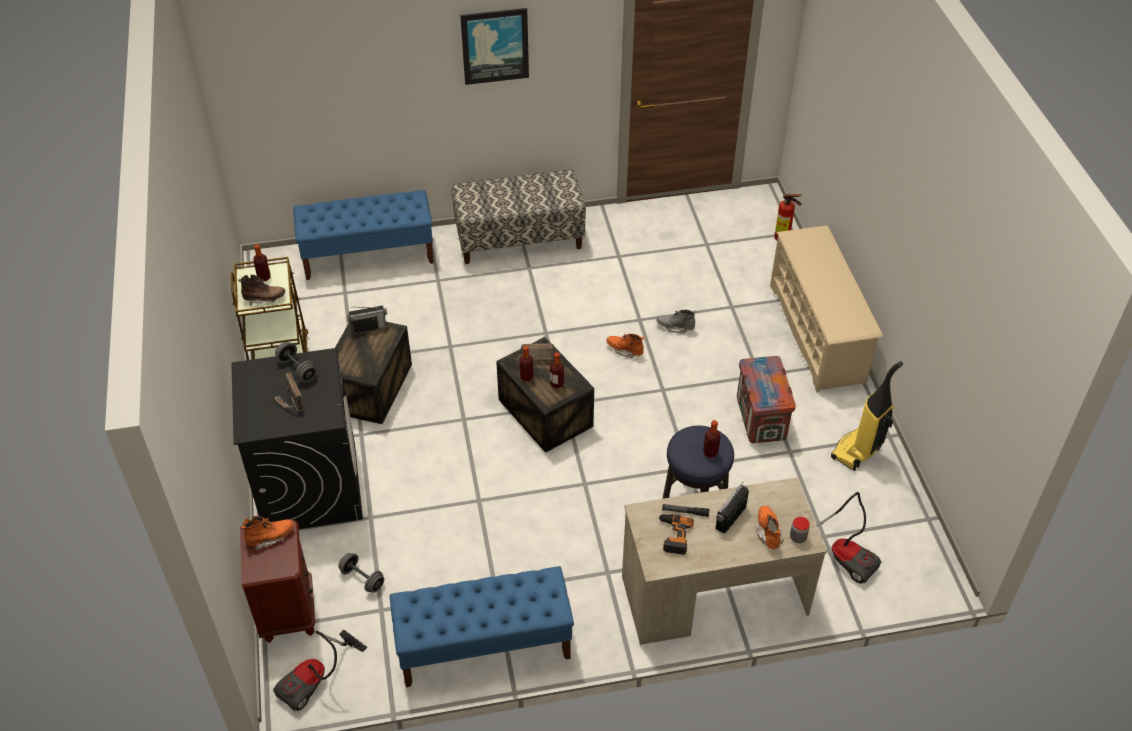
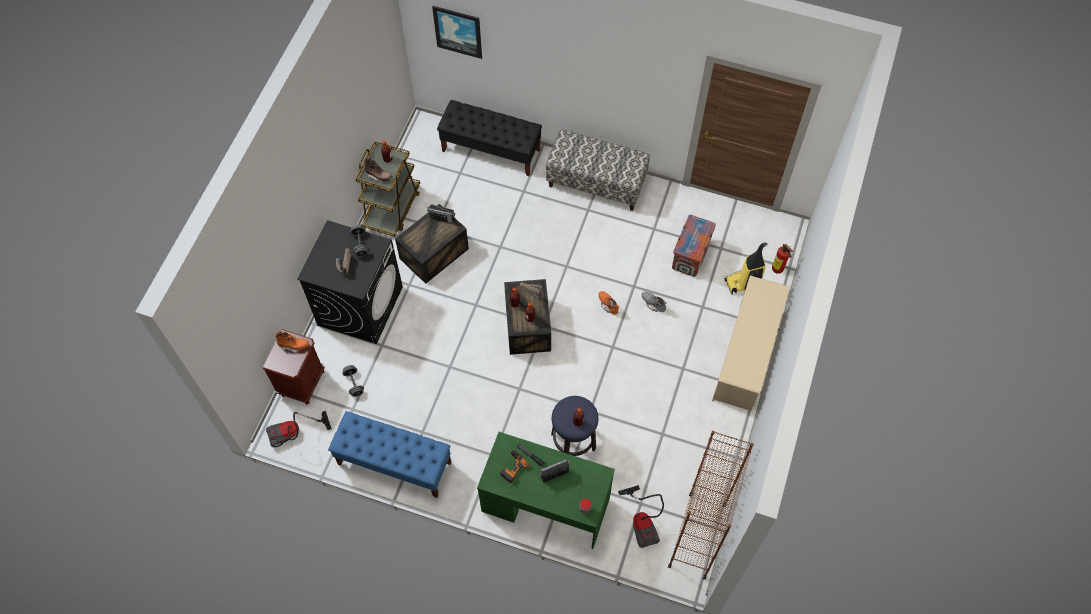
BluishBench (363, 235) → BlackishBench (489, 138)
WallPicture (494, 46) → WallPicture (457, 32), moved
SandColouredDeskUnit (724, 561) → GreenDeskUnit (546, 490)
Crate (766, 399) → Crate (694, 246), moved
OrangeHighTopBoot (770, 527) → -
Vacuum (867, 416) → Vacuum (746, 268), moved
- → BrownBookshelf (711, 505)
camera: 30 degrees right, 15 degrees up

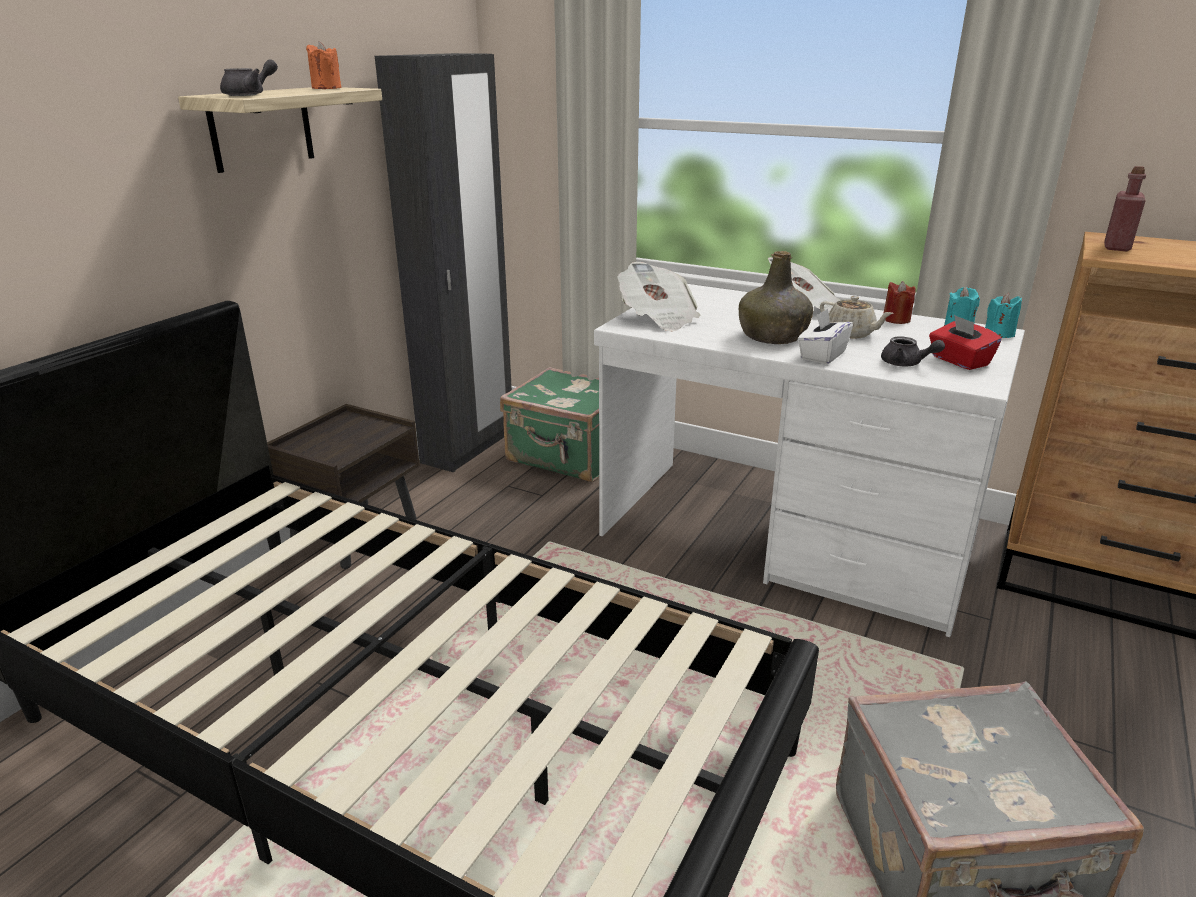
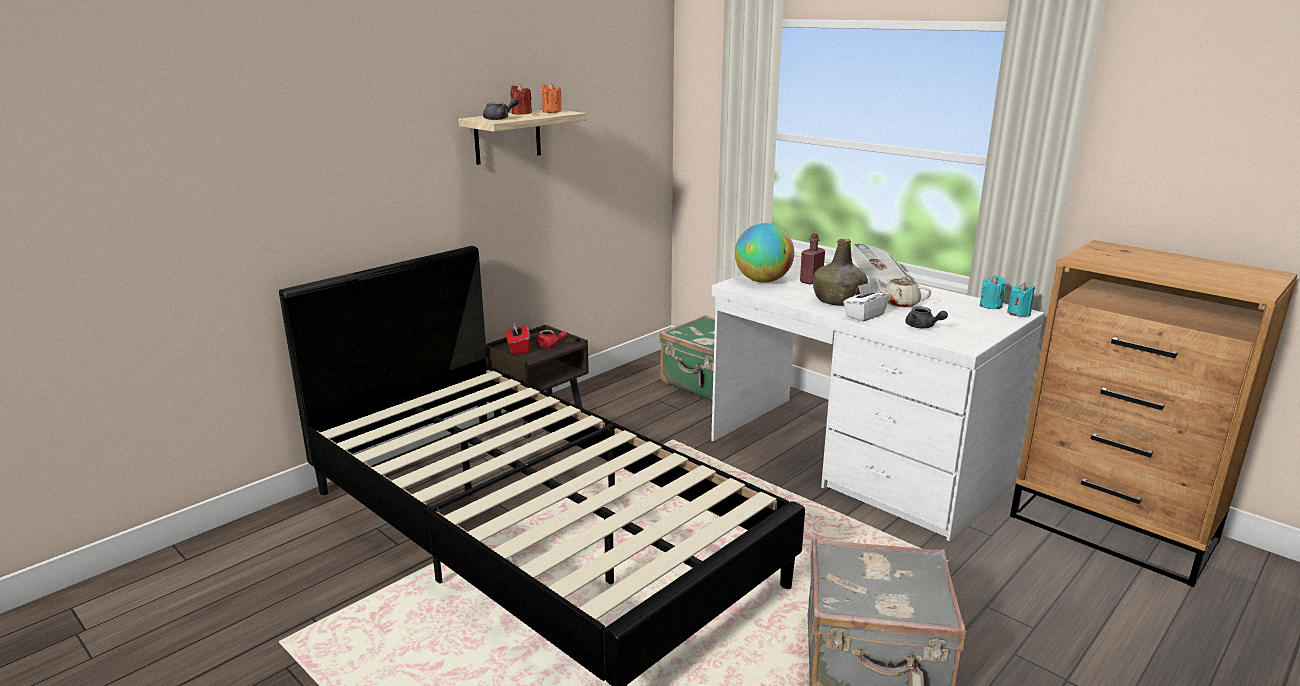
BlackishArmoire (443, 263) → -
PrintedPaper (659, 297) → Globe (764, 253)
SandColouredTeaPot (857, 317) → SandColouredTeaPot (902, 291), 150 degrees clockwise
ReddishWaxLight (899, 302) → ReddishWaxLight (521, 99), moved
ReddishBoxOfTissues (965, 342) → ReddishBoxOfTissues (518, 338), moved
ReddishBottle (1125, 208) → ReddishBottle (812, 259), moved
- → ReddishTeaPot (551, 338)
camera: 15 degrees right, 5 degrees down

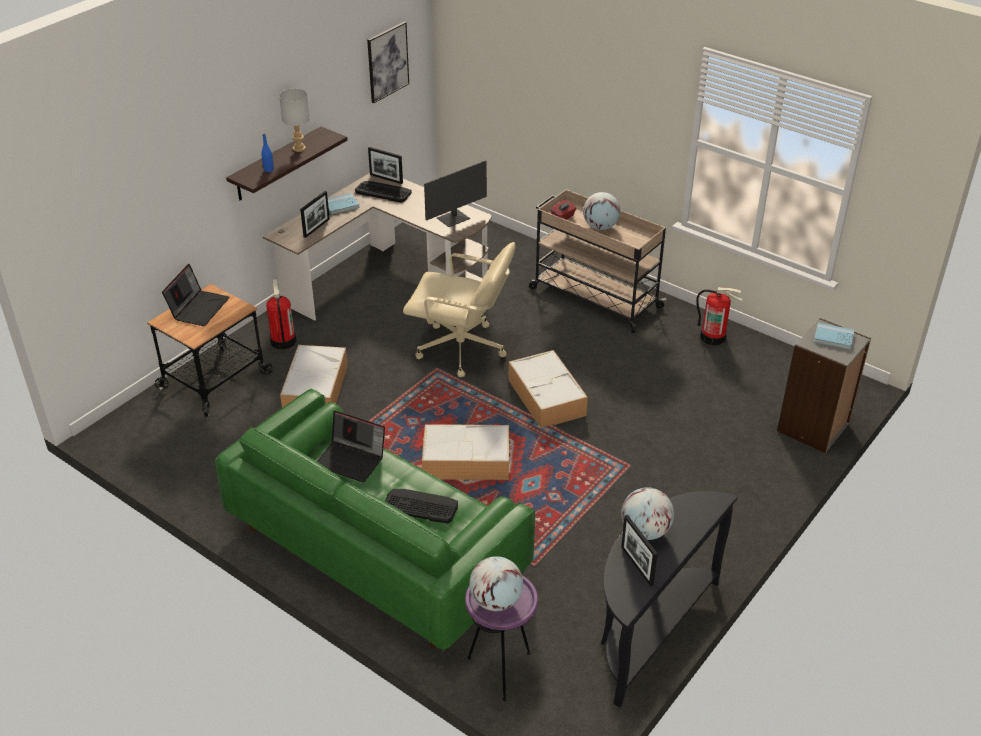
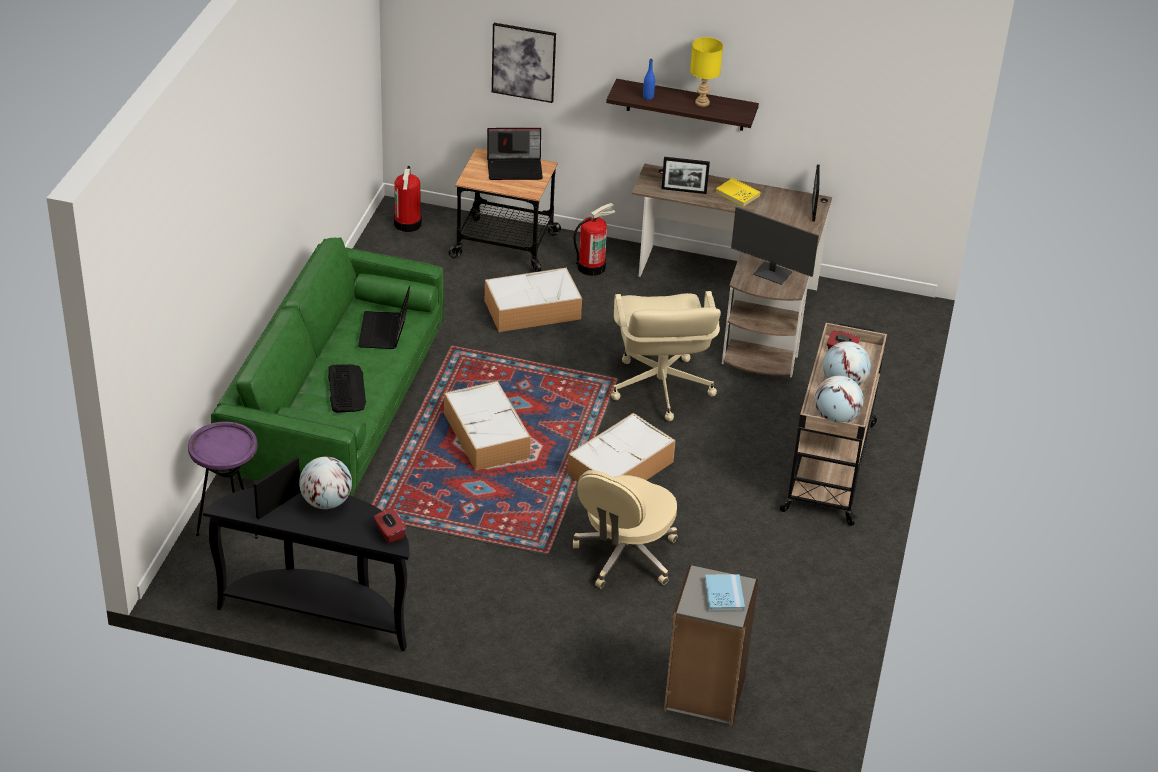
GreyishLampForATable (294, 120) → YellowishLampForATable (706, 72)
BluishVolume (344, 204) → YellowishVolume (737, 192)
Keyboard (383, 192) → -
WallPicture (388, 62) → WallPicture (524, 63), moved
Globe (496, 583) → Globe (839, 399), moved
Extinguisher (719, 316) → Extinguisher (408, 199), moved
- → ReddishBoxOfTissues (390, 525)
- → SandColouredComputerChair (625, 529)
camera: 65 degrees right, 0 degrees up

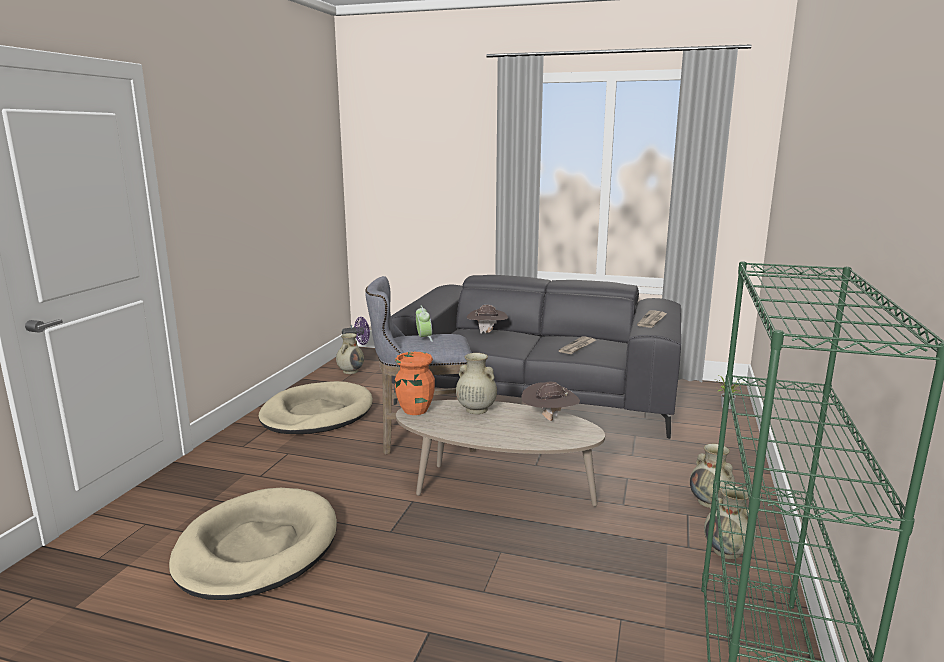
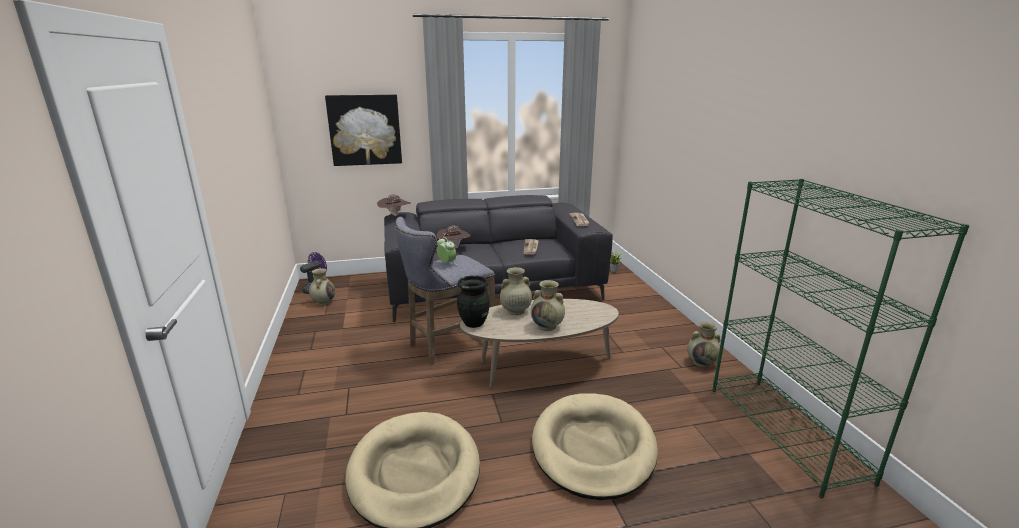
SandColouredDogCushion (316, 407) → SandColouredDogCushion (595, 447), moved
OrangeFlowerVase (415, 383) → BlackishFlowerVase (473, 302)
BrownHat (550, 401) → BrownHat (394, 205), moved
SandColouredFlowerVase (713, 476) → SandColouredFlowerVase (548, 305), moved
- → WallPicture (363, 130)
camera: 30 degrees left, 5 degrees up

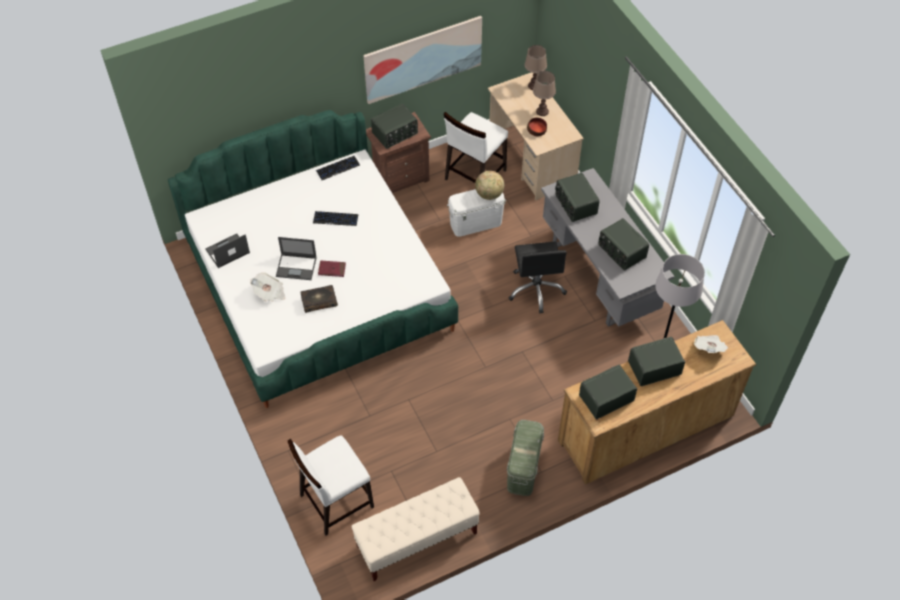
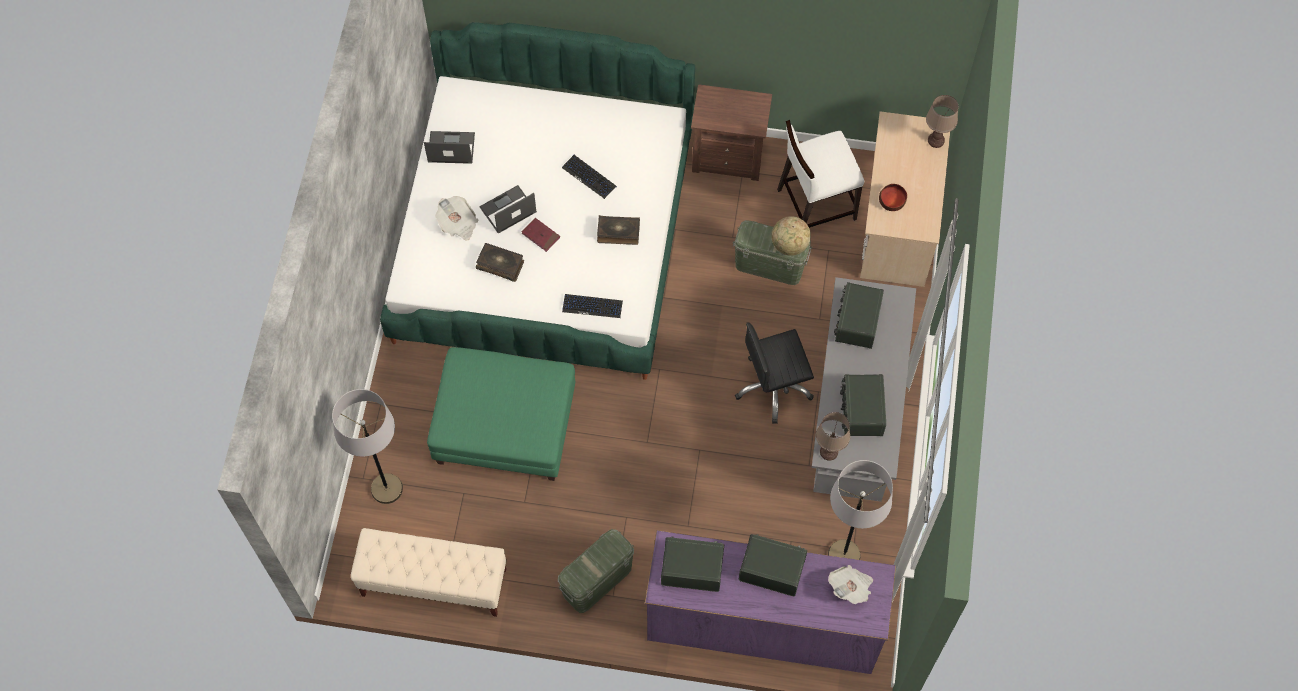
PortableComputer (296, 258) → PortableComputer (508, 209), 105 degrees clockwise
WhitishUprightChair (331, 485) → GreyishStandardLamp (367, 446)
Keyboard (338, 168) → Keyboard (592, 306), moved
WallPicture (422, 60) → -
RadioSet (394, 126) → -
WhitishStorageContainer (476, 213) → GreenStorageContainer (772, 252)
BlackishComputerChair (537, 277) → BlackishComputerChair (774, 373), 45 degrees clockwise
BrownLampForATable (544, 93) → BrownLampForATable (833, 436), moved
BrownChestOfDrawers (657, 402) → PurplishChestOfDrawers (770, 602)
- → GreenOttoman (501, 414)
- → Volume (618, 230)
camera: 35 degrees right, 10 degrees up

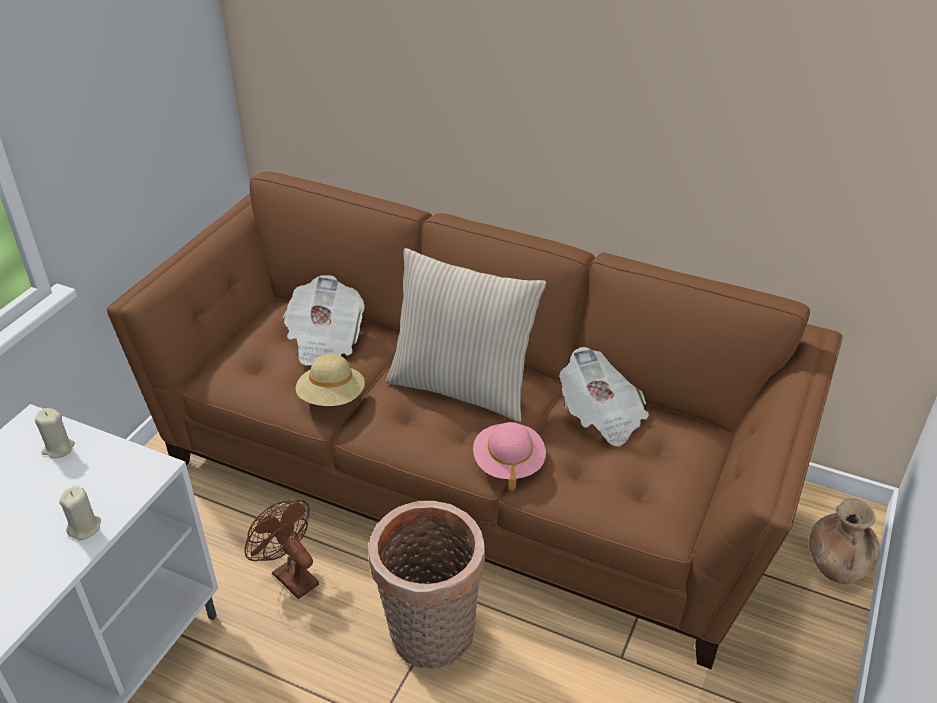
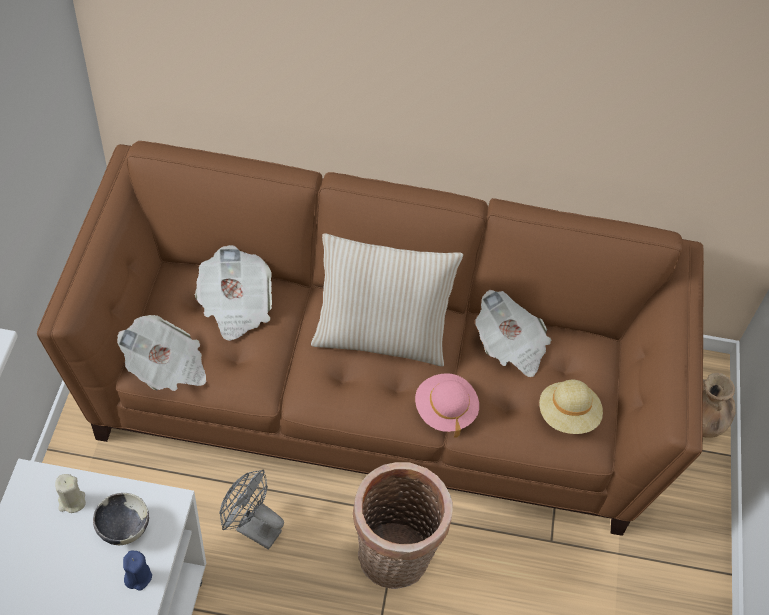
SandColouredWaxLight (80, 513) → BluishWaxLight (137, 570)
BrownFan (282, 549) → GreyishFan (251, 510)
SandColouredHat (330, 380) → SandColouredHat (571, 407), moved
- → DeepDish (121, 519)
- → PrintedPaper (162, 353)
camera: 20 degrees left, 15 degrees up

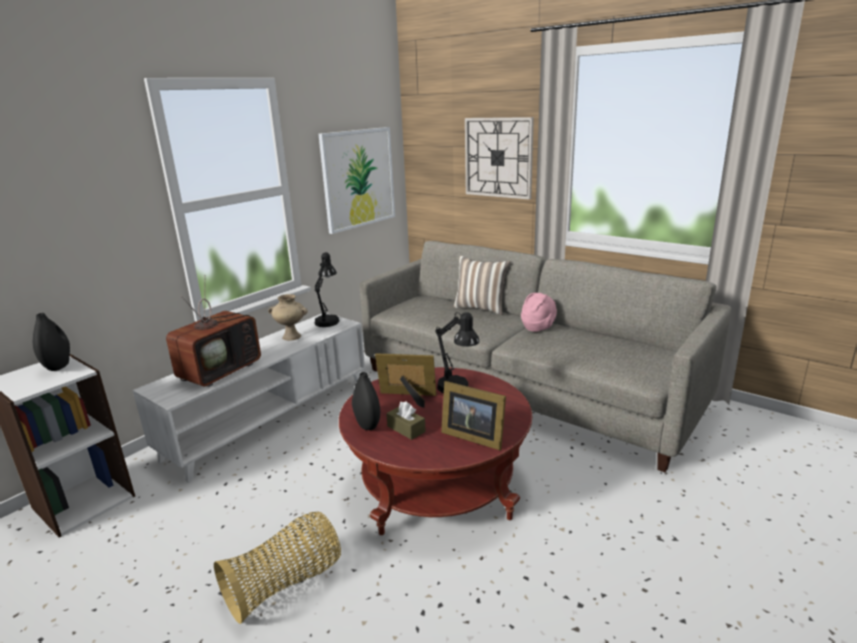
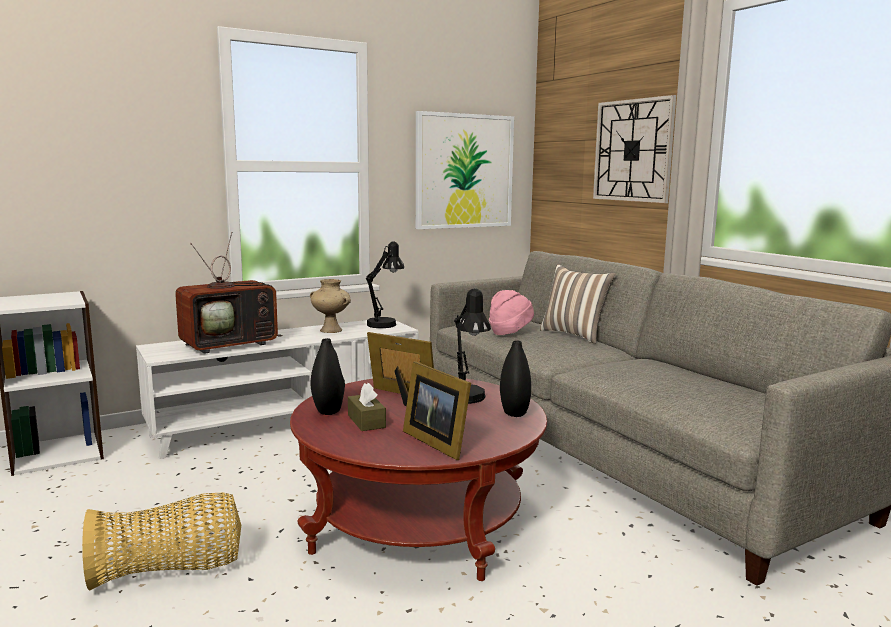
BlackishFlowerVase (51, 342) → BlackishFlowerVase (515, 378), moved
PinkishHat (539, 312) → PinkishHat (511, 312), moved
camera: 20 degrees right, 10 degrees down

